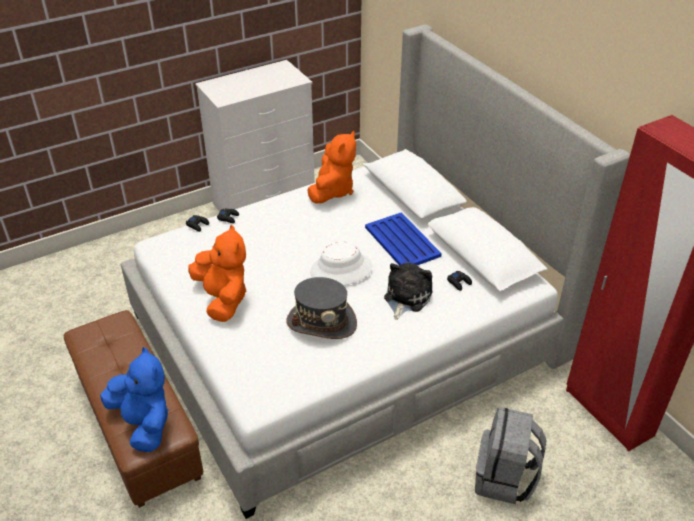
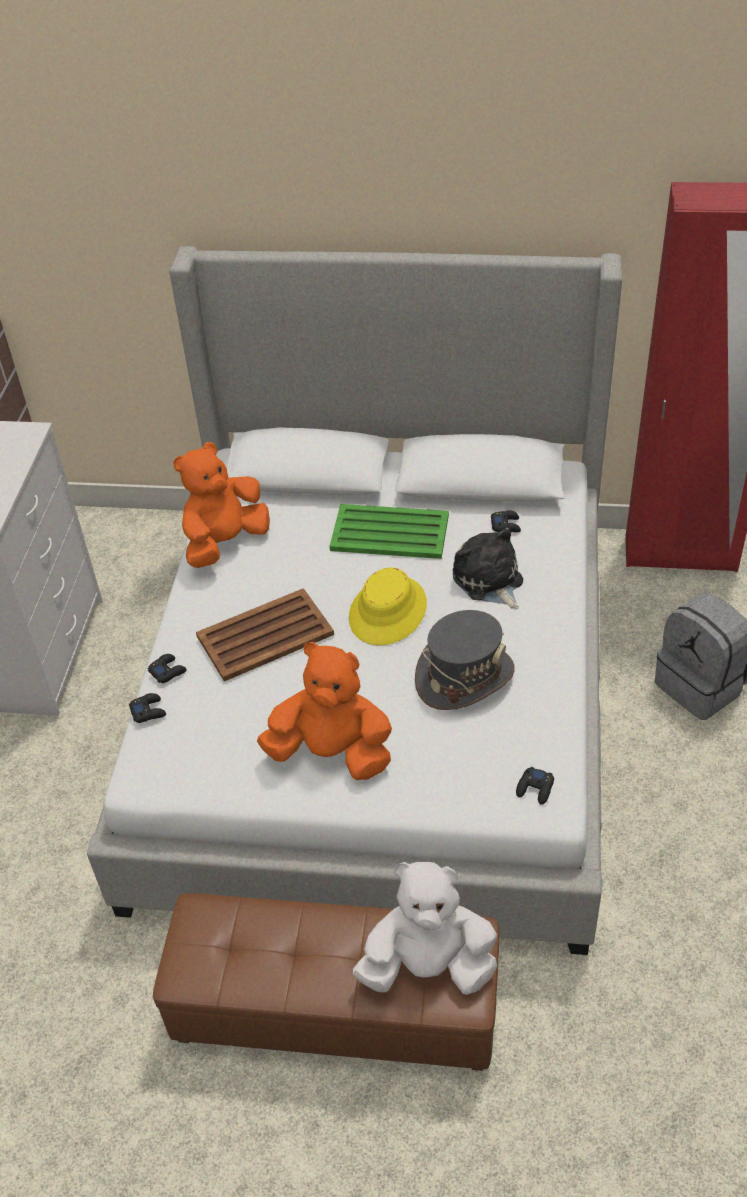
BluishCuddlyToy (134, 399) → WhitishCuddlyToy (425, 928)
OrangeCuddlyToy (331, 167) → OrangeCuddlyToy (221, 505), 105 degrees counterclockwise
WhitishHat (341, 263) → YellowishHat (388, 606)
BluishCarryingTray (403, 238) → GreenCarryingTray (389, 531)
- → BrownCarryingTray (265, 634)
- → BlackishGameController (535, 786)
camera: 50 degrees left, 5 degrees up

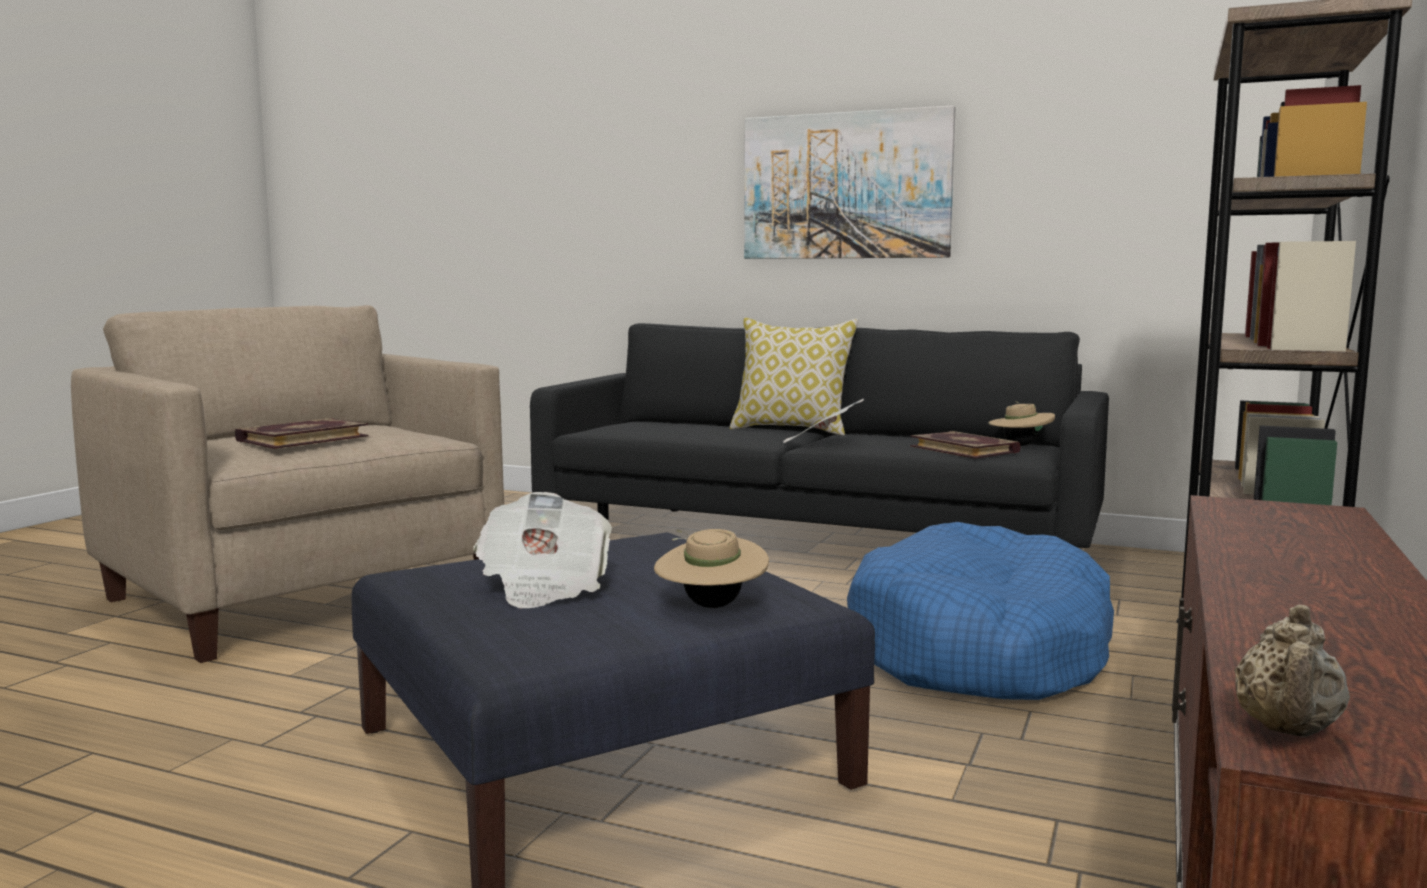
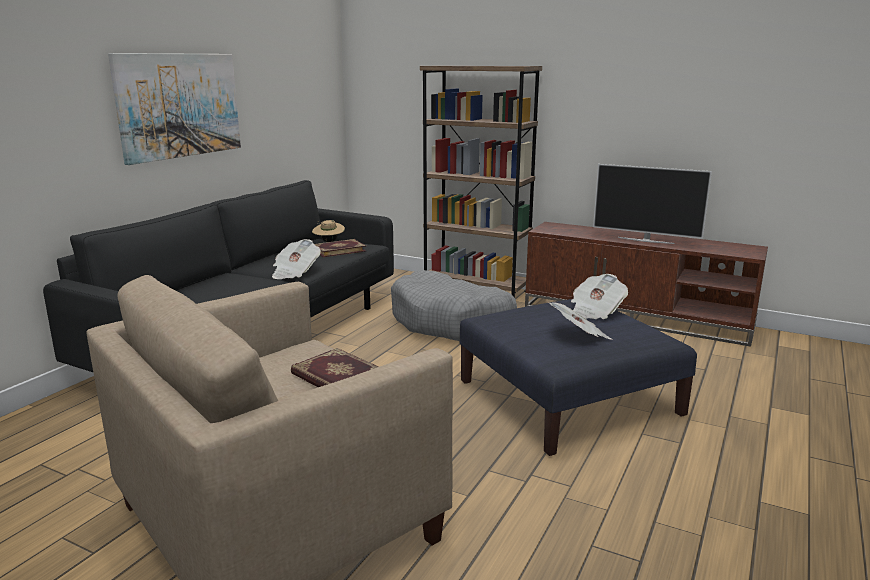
SandColouredHat (711, 568) → PrintedPaper (599, 296)
Pillow (794, 377) → -
BluishDogCushion (980, 611) → GreyishDogCushion (454, 305)
SandColouredTeaPot (1292, 670) → -
- → TvSet (652, 204)
camera: 85 degrees left, 10 degrees up

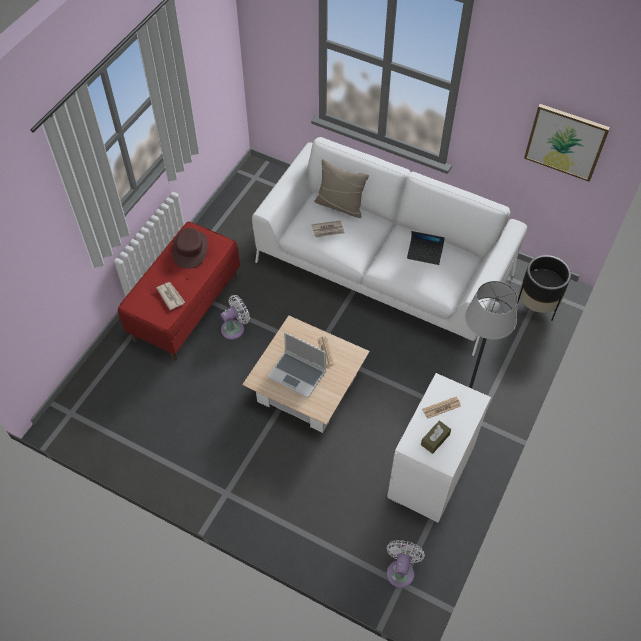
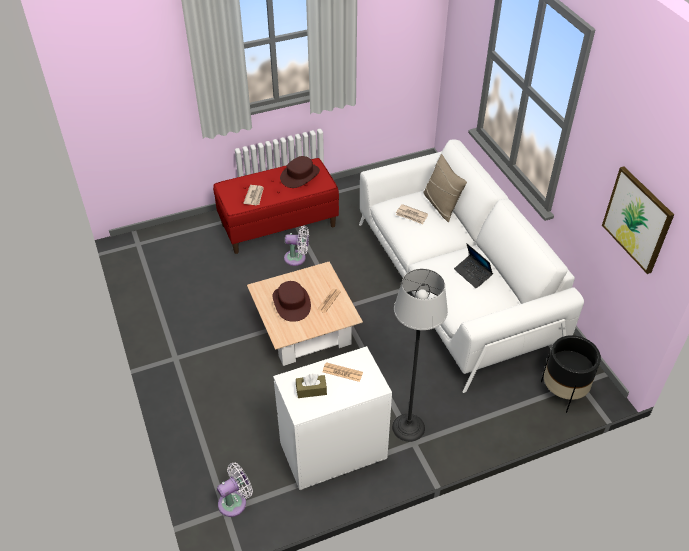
PortableComputer (296, 365) → BrownHat (292, 301)
camera: 40 degrees right, 10 degrees down

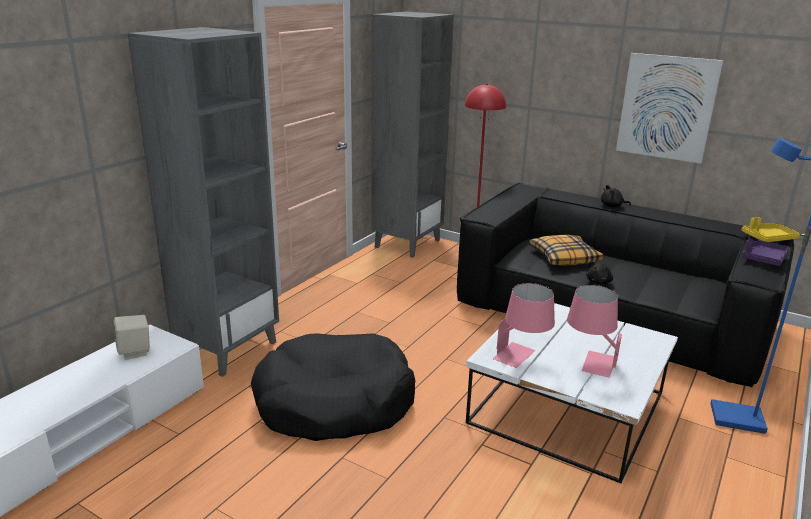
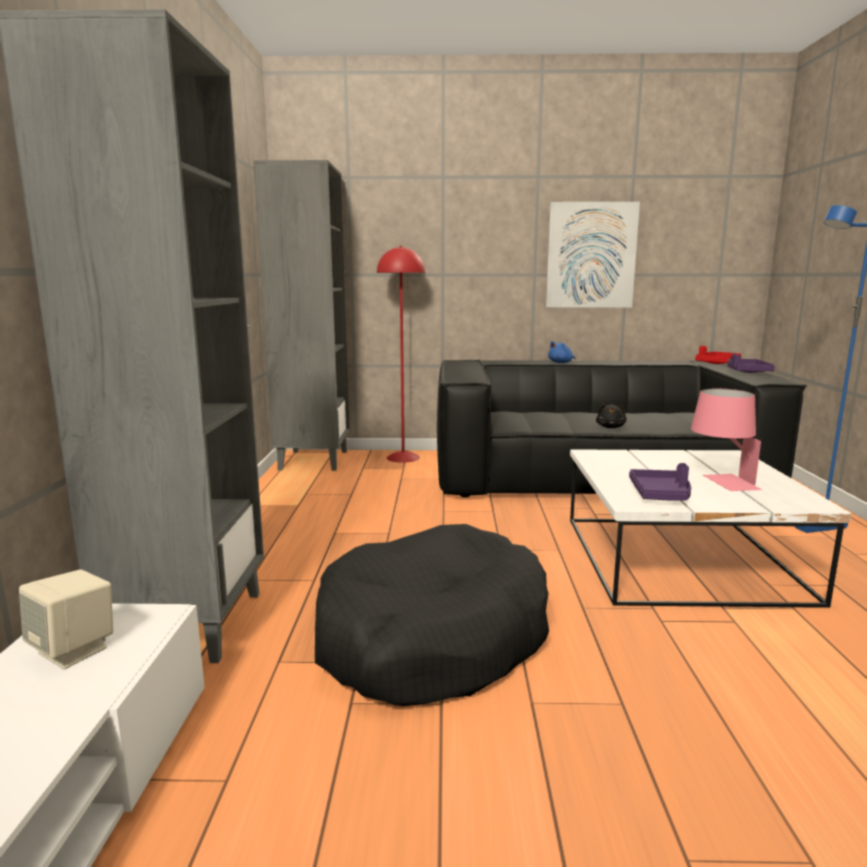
PinkishLampForATable (524, 325) → PurplishCarryingTray (660, 482)
Pillow (566, 250) → -
BlackishCuddlyToy (616, 196) → BluishCuddlyToy (562, 352)
YellowishCarryingTray (771, 229) → ReddishCarryingTray (718, 355)
camera: 30 degrees left, 10 degrees down

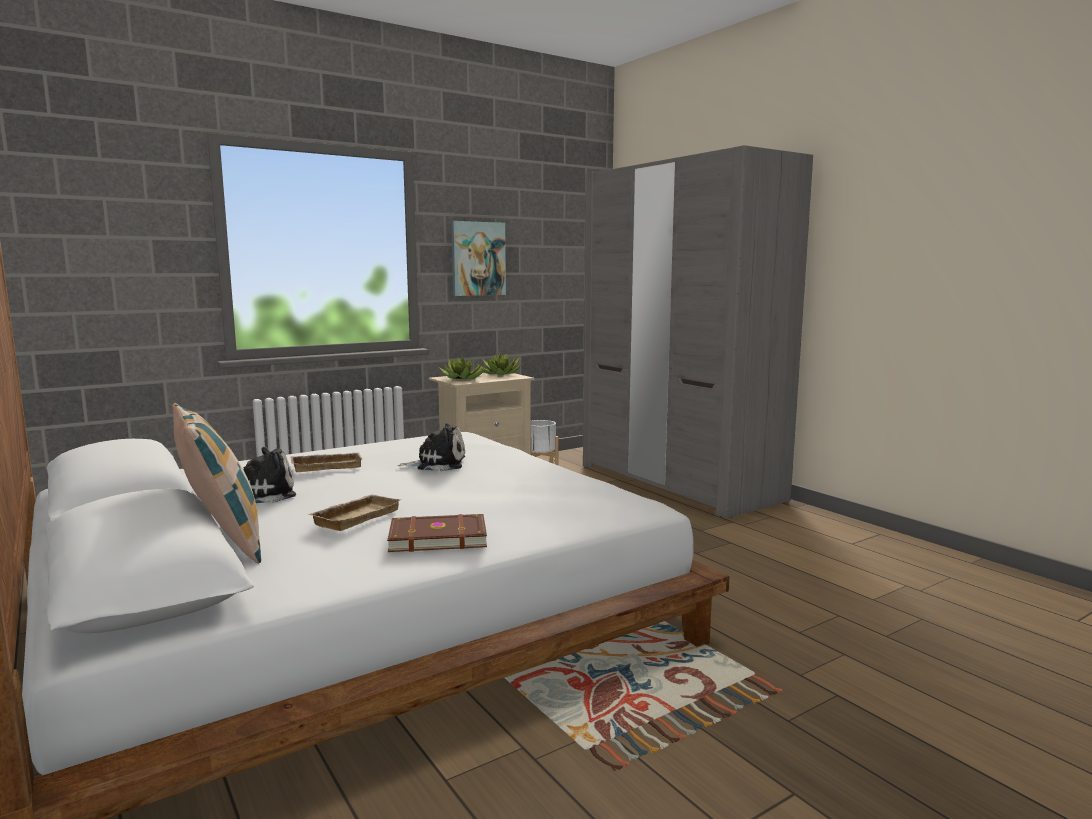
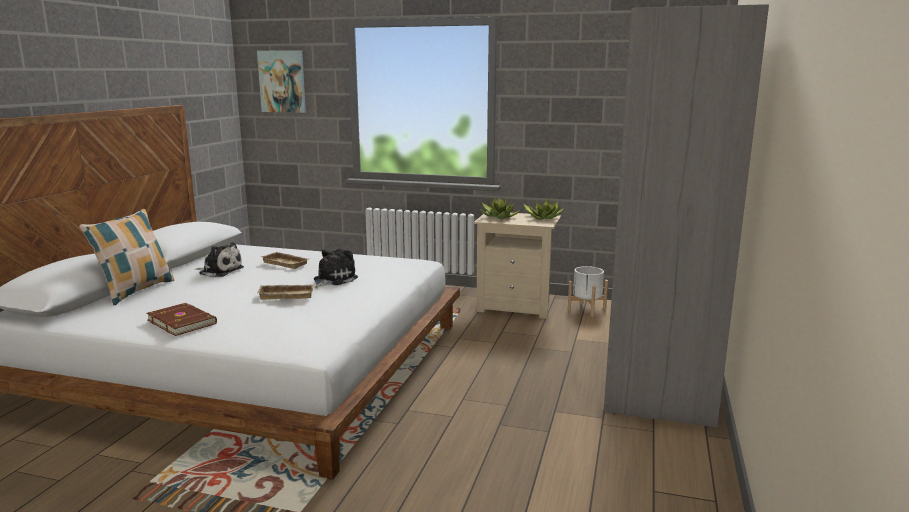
SandColouredCarryingTray (355, 512) → SandColouredCarryingTray (285, 292), moved
CuddlyToy (431, 447) → CuddlyToy (336, 268), 105 degrees counterclockwise
WallPicture (478, 258) → WallPicture (281, 81), moved
camera: 50 degrees right, 5 degrees up

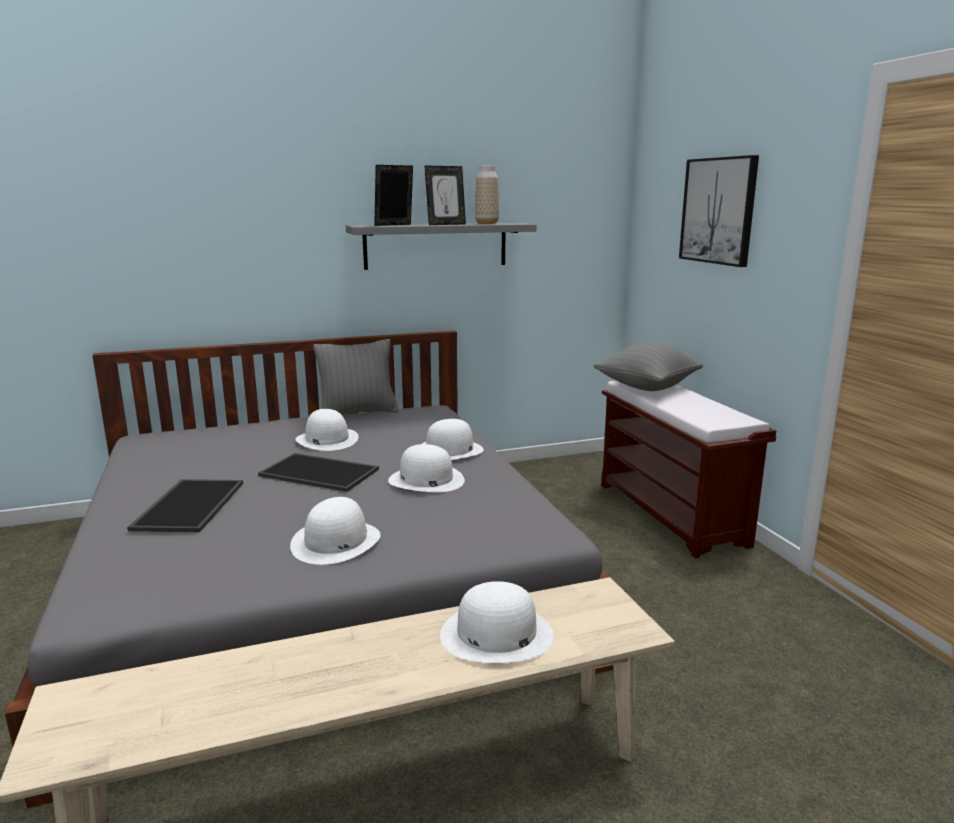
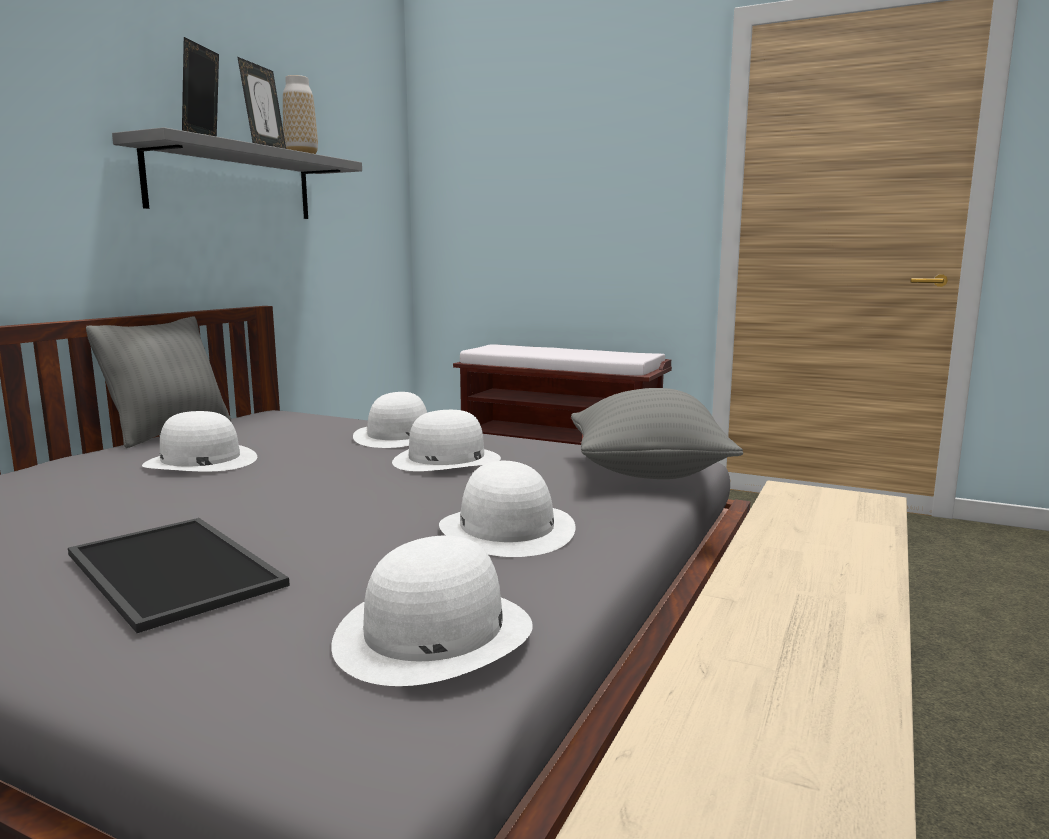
CarryingTray (318, 472) → -
WhitishHat (497, 622) → WhitishHat (432, 610), moved
GreyishPillow (648, 367) → GreyishPillow (657, 433), moved
WallPicture (719, 211) → -
camera: 45 degrees left, 5 degrees down

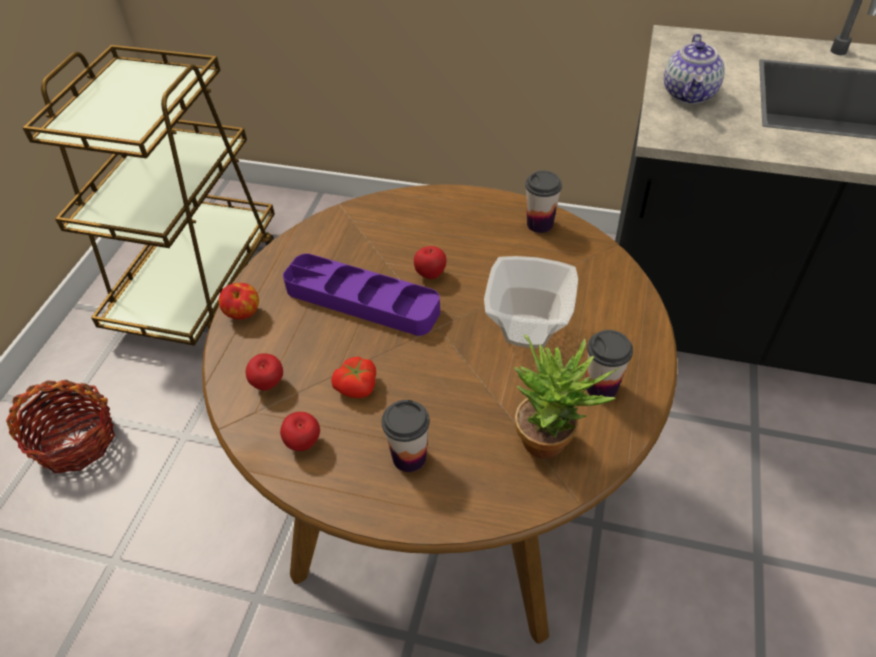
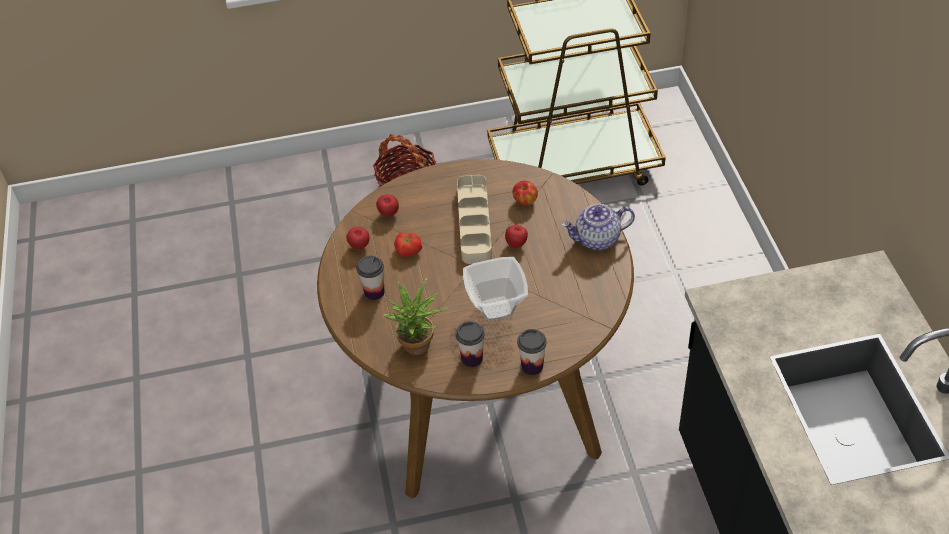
AppleFruit (239, 301) → AppleFruit (525, 193), moved
PurplishCarryingTray (361, 294) → SandColouredCarryingTray (474, 219)
DrinkingCup (543, 202) → DrinkingCup (532, 352), moved
TeaPot (694, 69) → TeaPot (598, 227), moved
camera: 65 degrees right, 0 degrees up

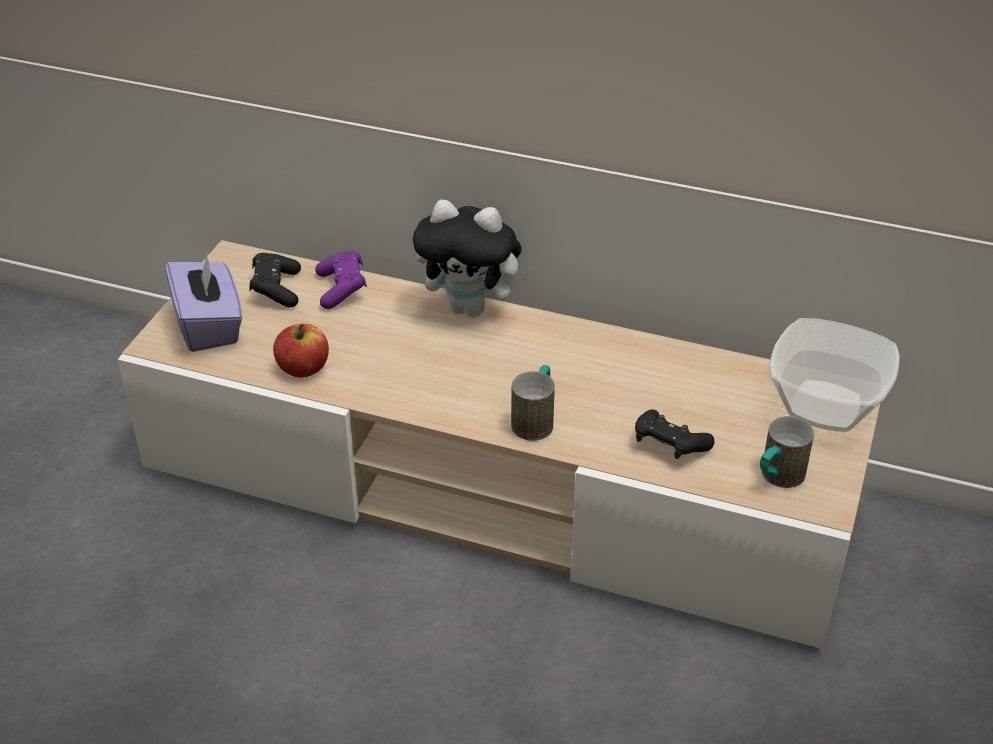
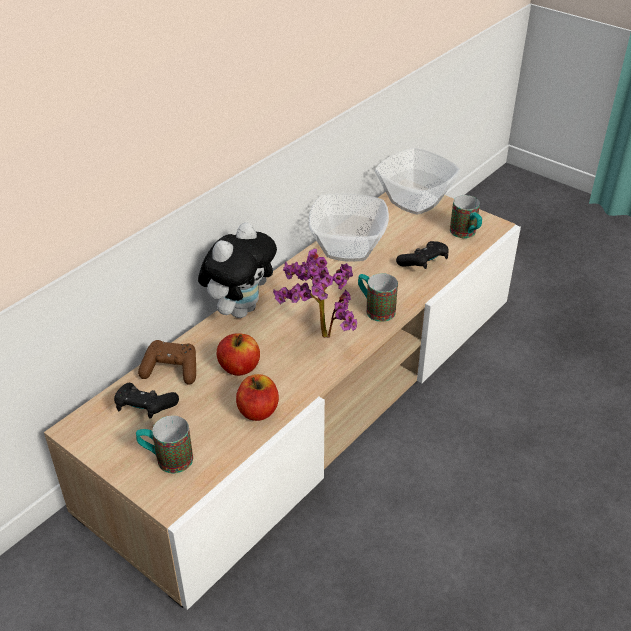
PurplishBoxOfTissues (203, 301) → Mug (164, 444)
PurplishGameController (341, 280) → BrownGameController (167, 362)
- → AppleFruit (238, 354)
- → PottedPlant (315, 293)
- → DeepDish (349, 227)
camera: 70 degrees left, 0 degrees up

